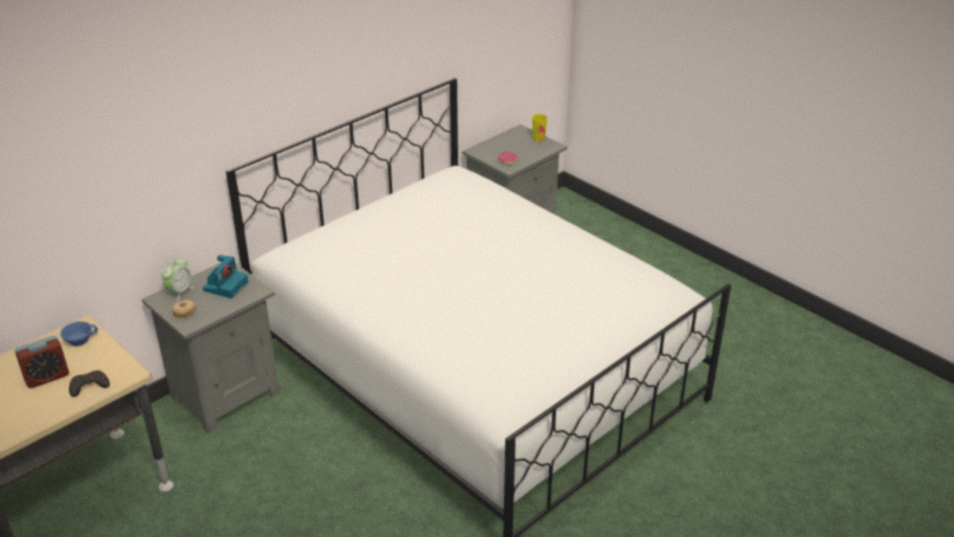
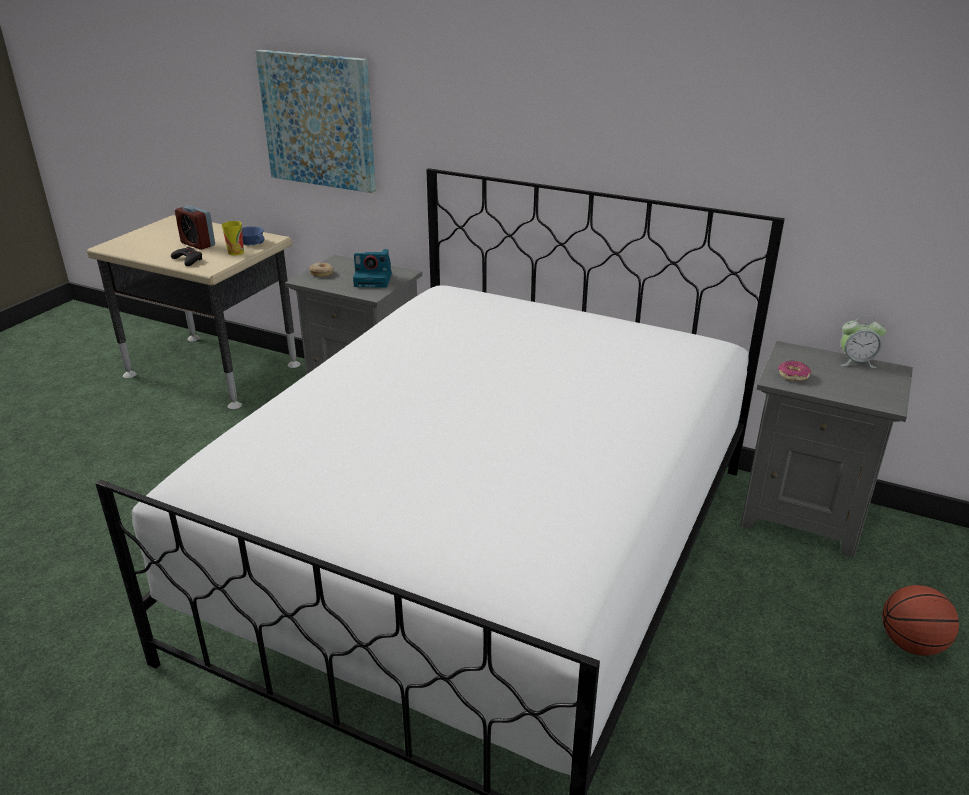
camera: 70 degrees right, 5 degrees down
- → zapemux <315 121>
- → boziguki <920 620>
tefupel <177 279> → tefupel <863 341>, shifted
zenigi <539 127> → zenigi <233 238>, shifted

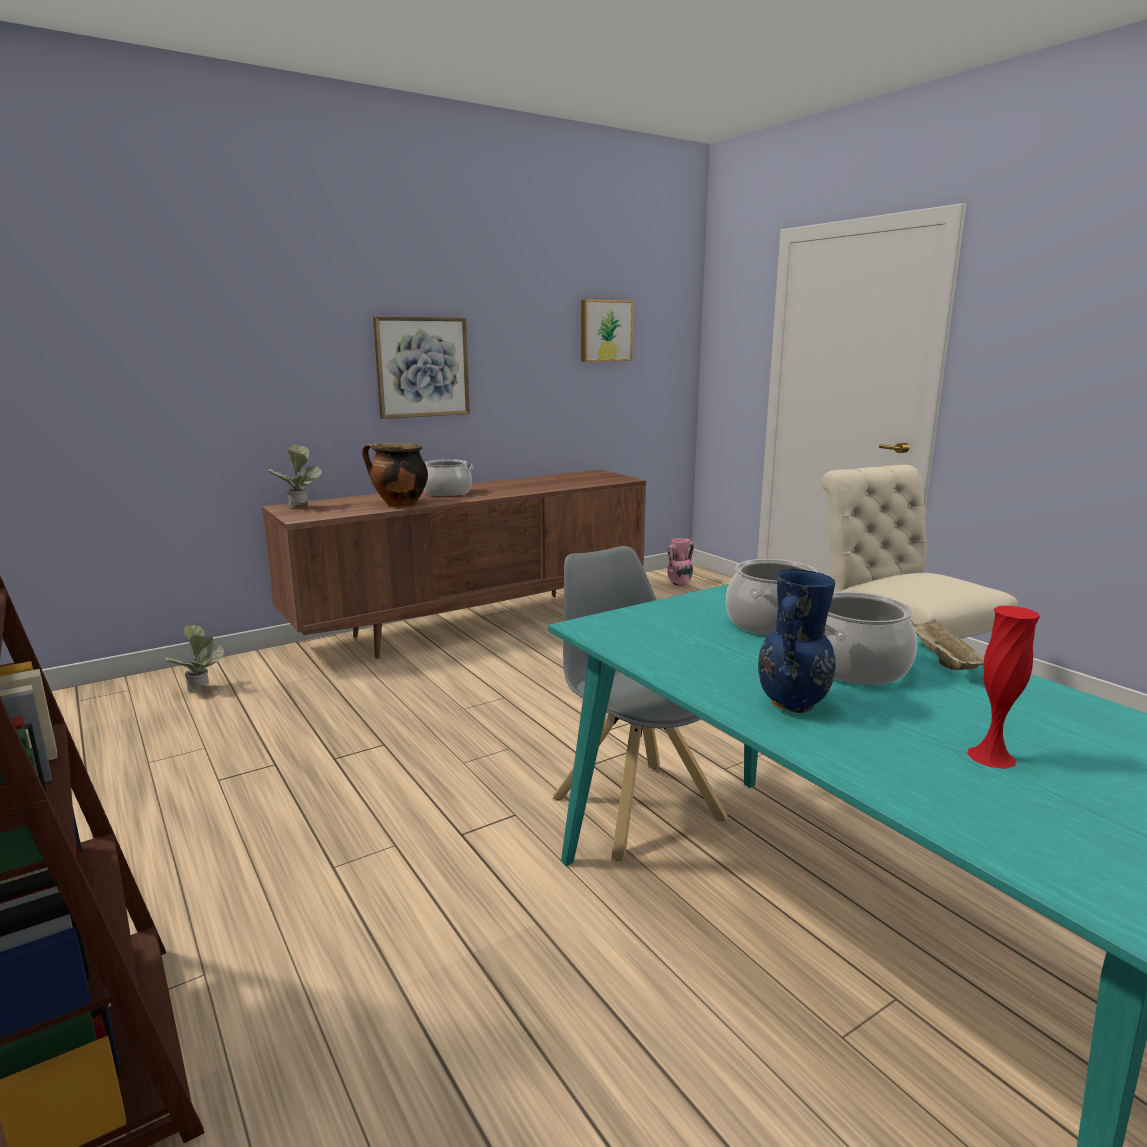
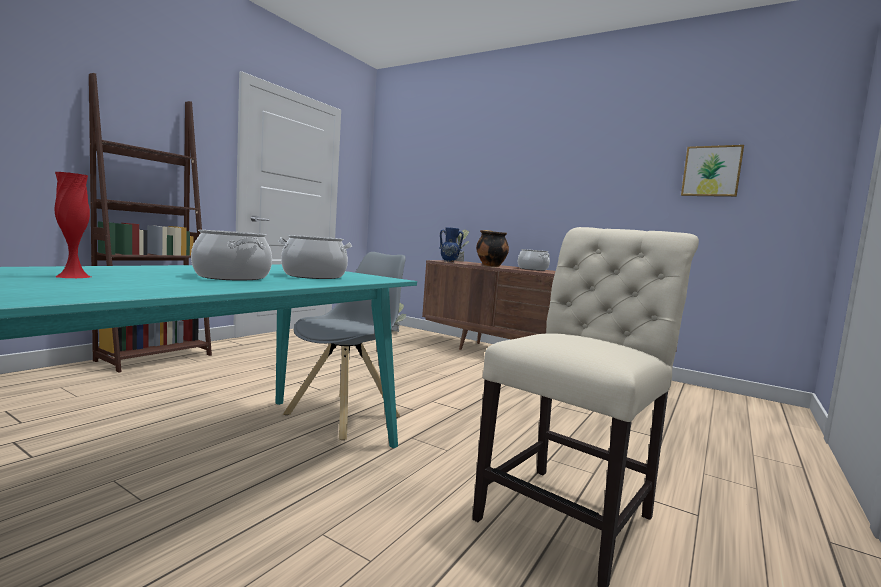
camera: 65 degrees right, 10 degrees down
zapemux <421 367> → -
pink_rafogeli <680 562> → -
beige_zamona <949 645> → -
blue_rafogeli <797 641> → blue_rafogeli <451 244>, shifted

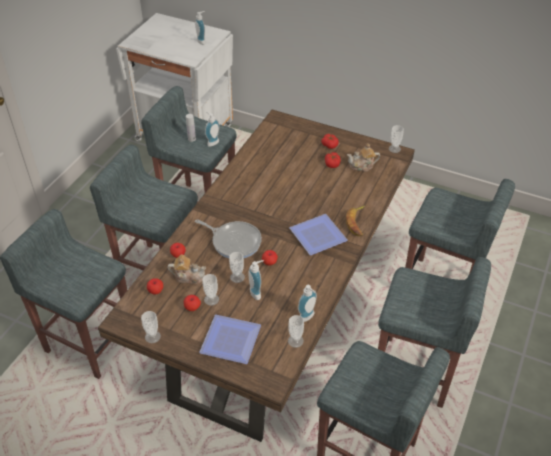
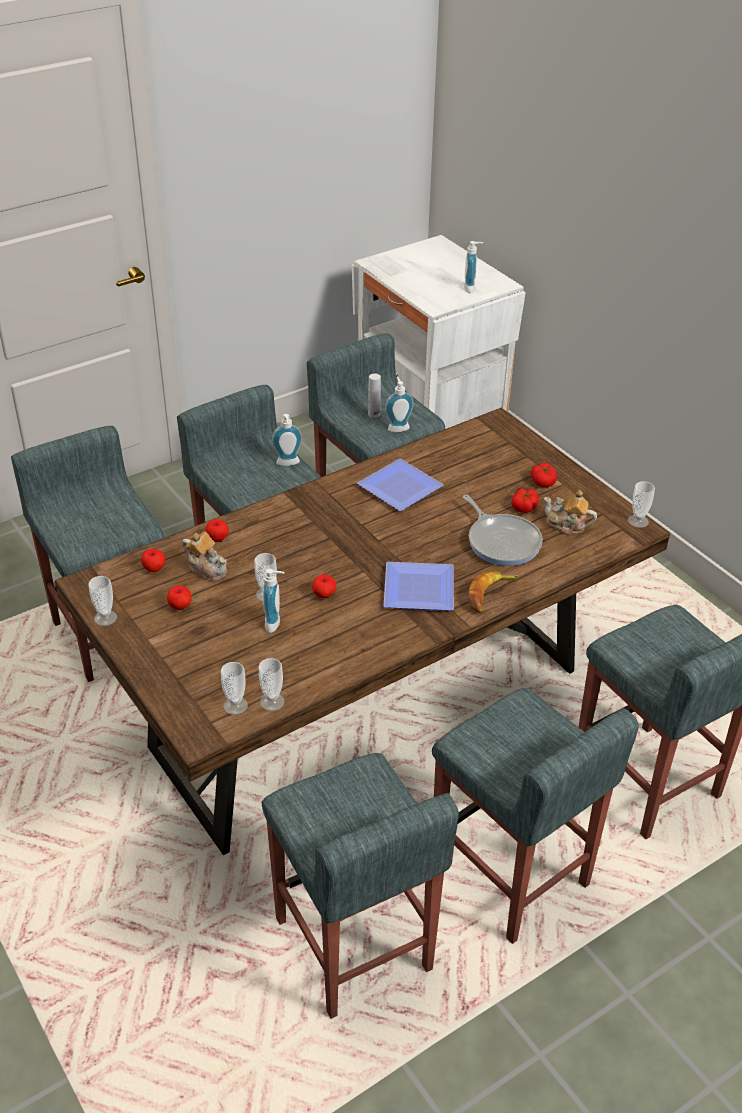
camera: 30 degrees right, 5 degrees down
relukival <228 238> → relukival <503 530>, shifted
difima <230 339> → difima <400 485>, shifted
zenigi <210 290> → zenigi <234 688>, shifted
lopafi <307 303> → lopafi <287 440>, shifted

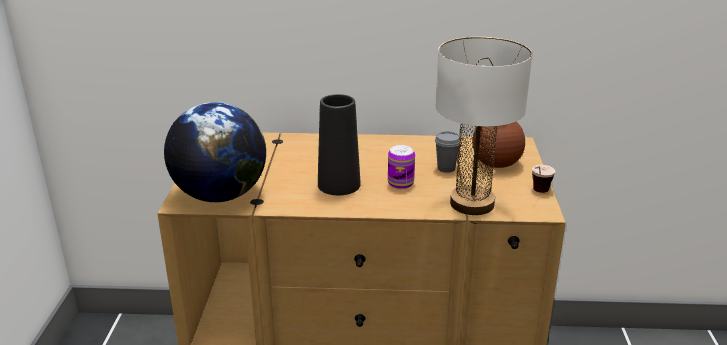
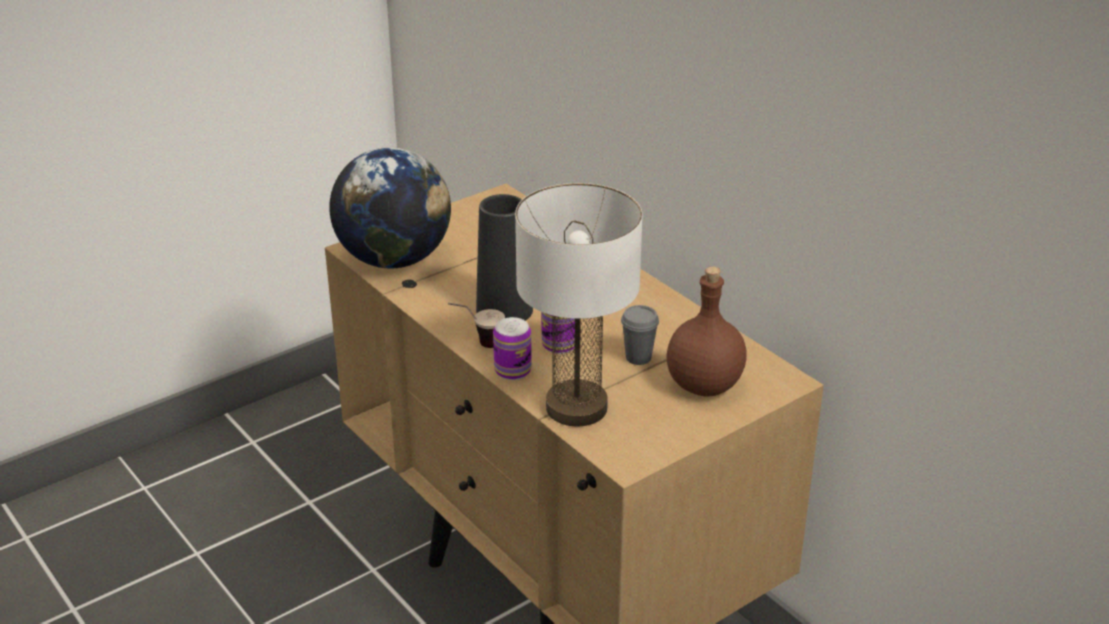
camera: 50 degrees right, 5 degrees up
- → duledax <512 348>
zenigi <543 179> → zenigi <476 325>, shifted

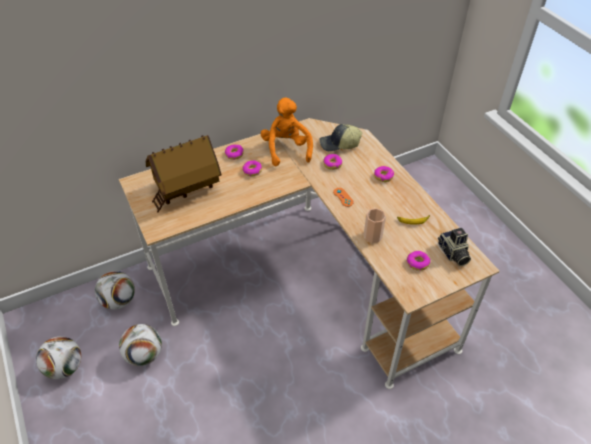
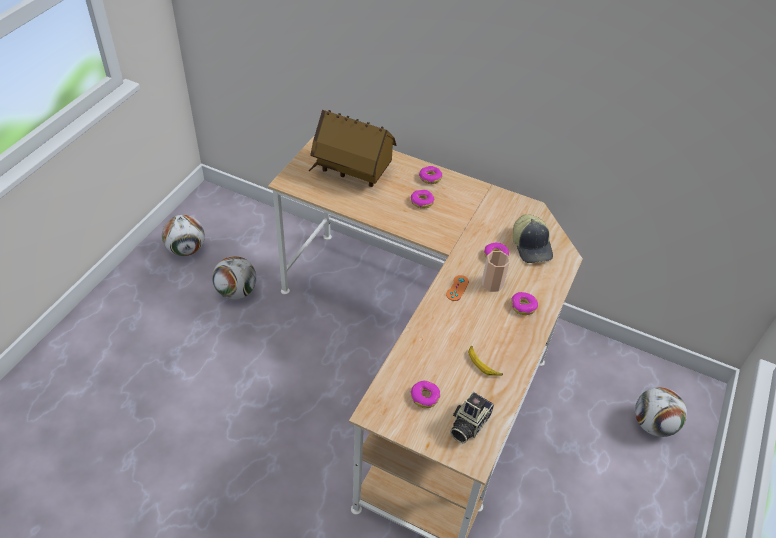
camera: 50 degrees right, 0 degrees up
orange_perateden <287 131> → -
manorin <115 290> → manorin <661 412>, shifted
zenigi <375 225> → zenigi <496 271>, shifted
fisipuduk <340 137> → fisipuduk <533 238>, 150 degrees counterclockwise

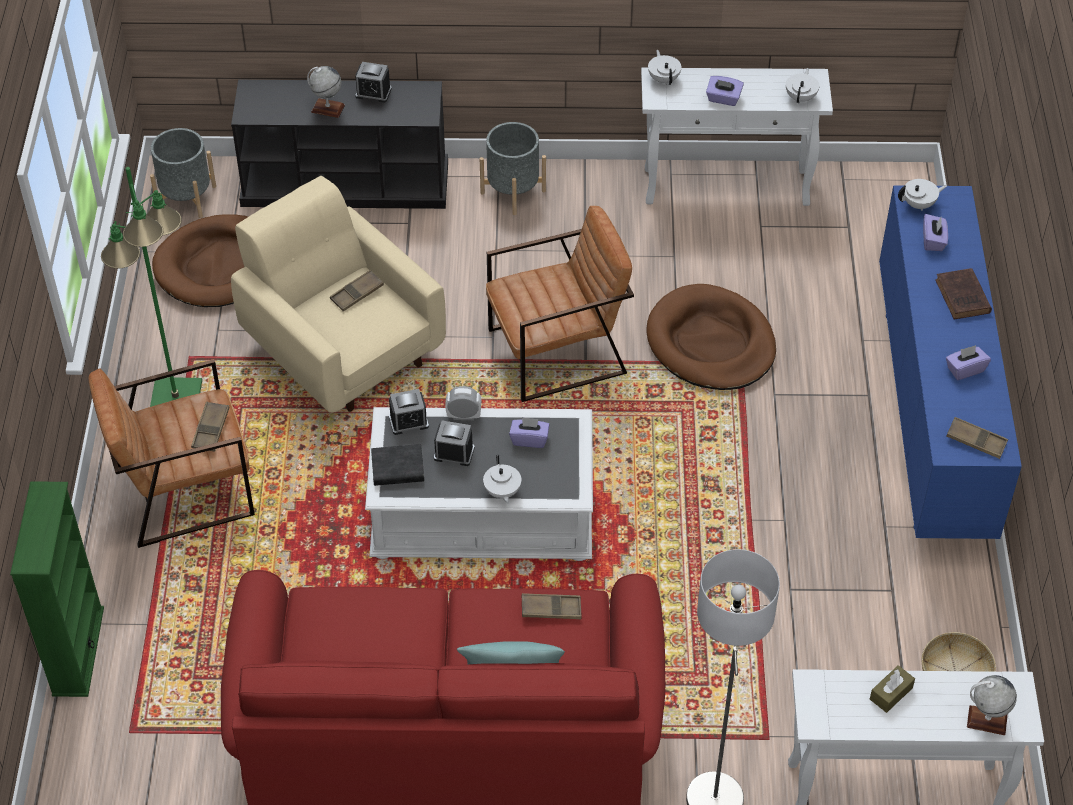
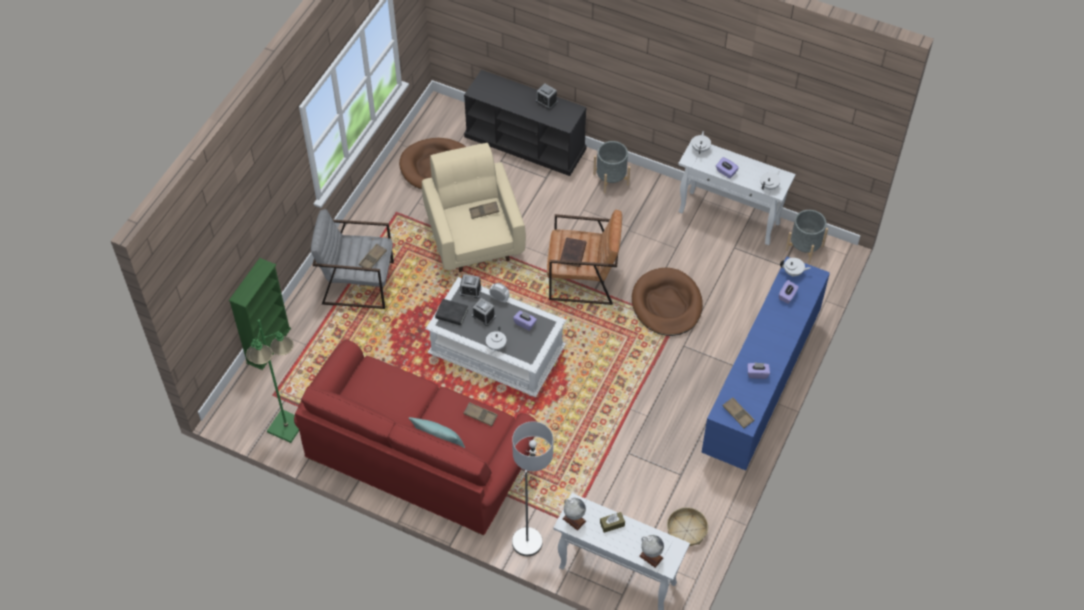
camera: 25 degrees right, 5 degrees up
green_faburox <151 287> → green_faburox <272 381>, shifted
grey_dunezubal <183 173> → grey_dunezubal <807 237>, shifted
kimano <326 92> → kimano <574 514>, shifted
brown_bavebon <963 293> → brown_bavebon <573 252>, shifted
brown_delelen <171 453> → grey_delelen <352 259>

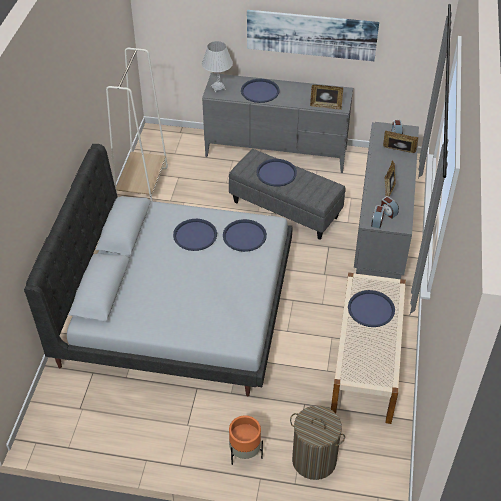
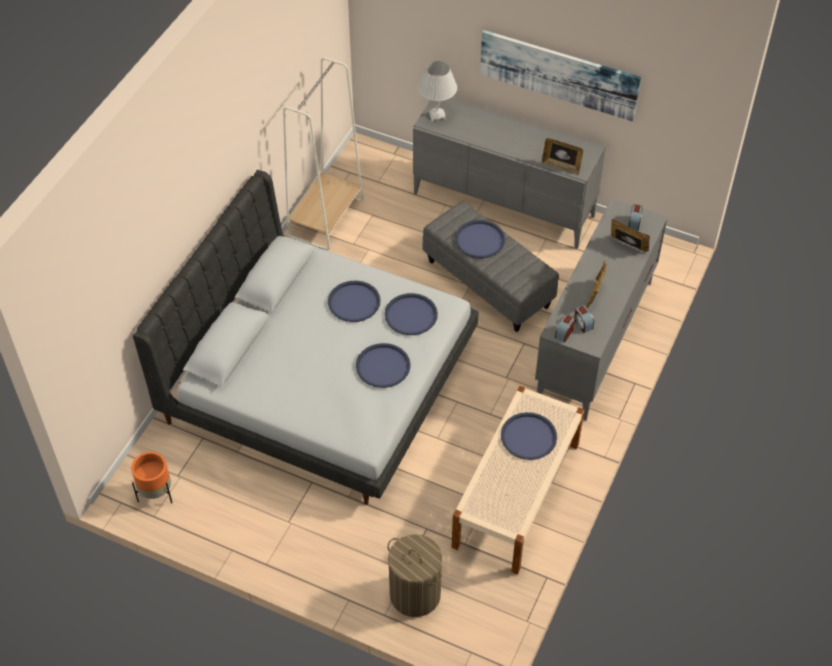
camera: 15 degrees right, 5 degrees up
orange_dunezubal <246 440> → orange_dunezubal <151 477>, shifted
blue_zamona <260 91> → blue_zamona <383 365>, shifted

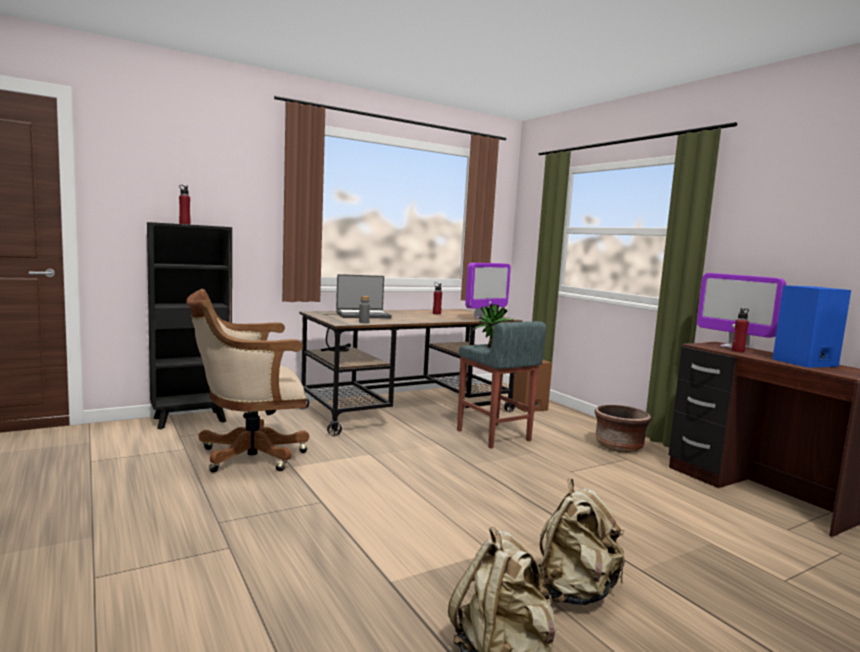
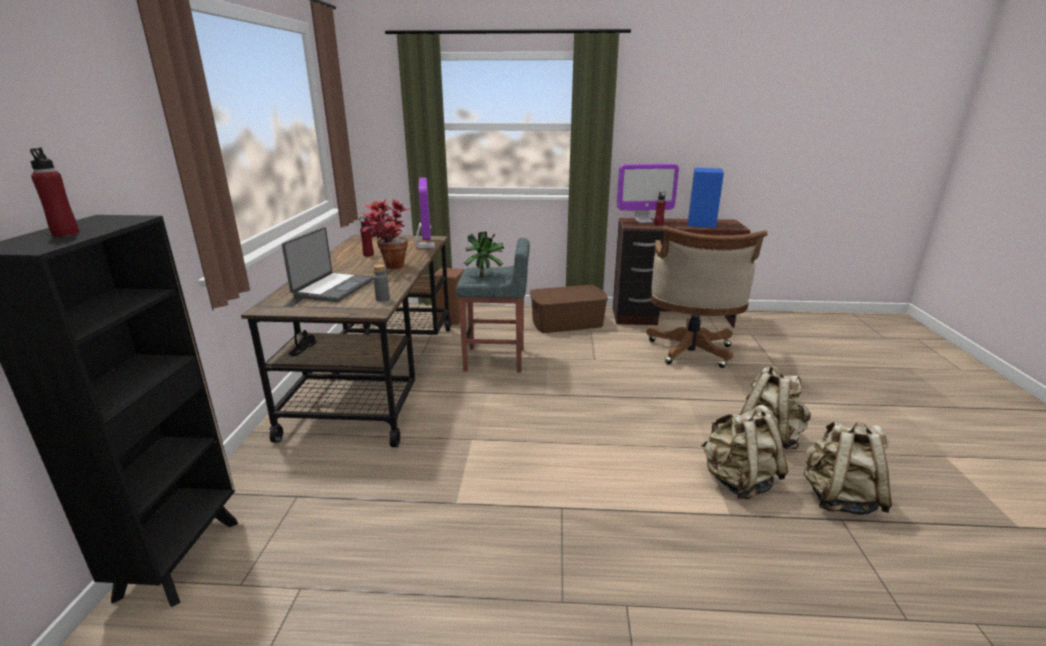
camera: 55 degrees left, 15 degrees up
- → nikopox <386 234>
- → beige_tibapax <744 452>
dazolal <247 380> → dazolal <707 297>, shifted
brown_dunezubal <623 428> → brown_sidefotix <569 309>

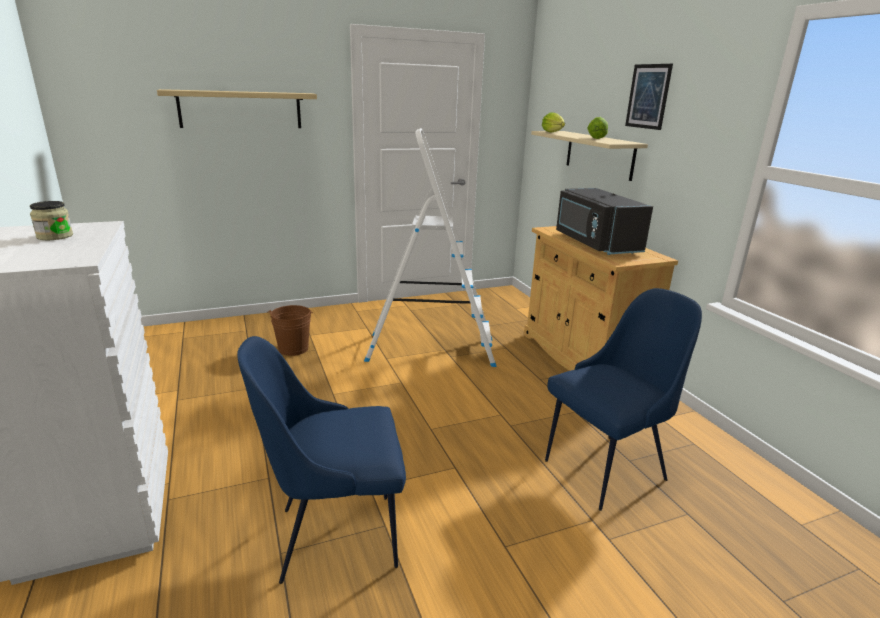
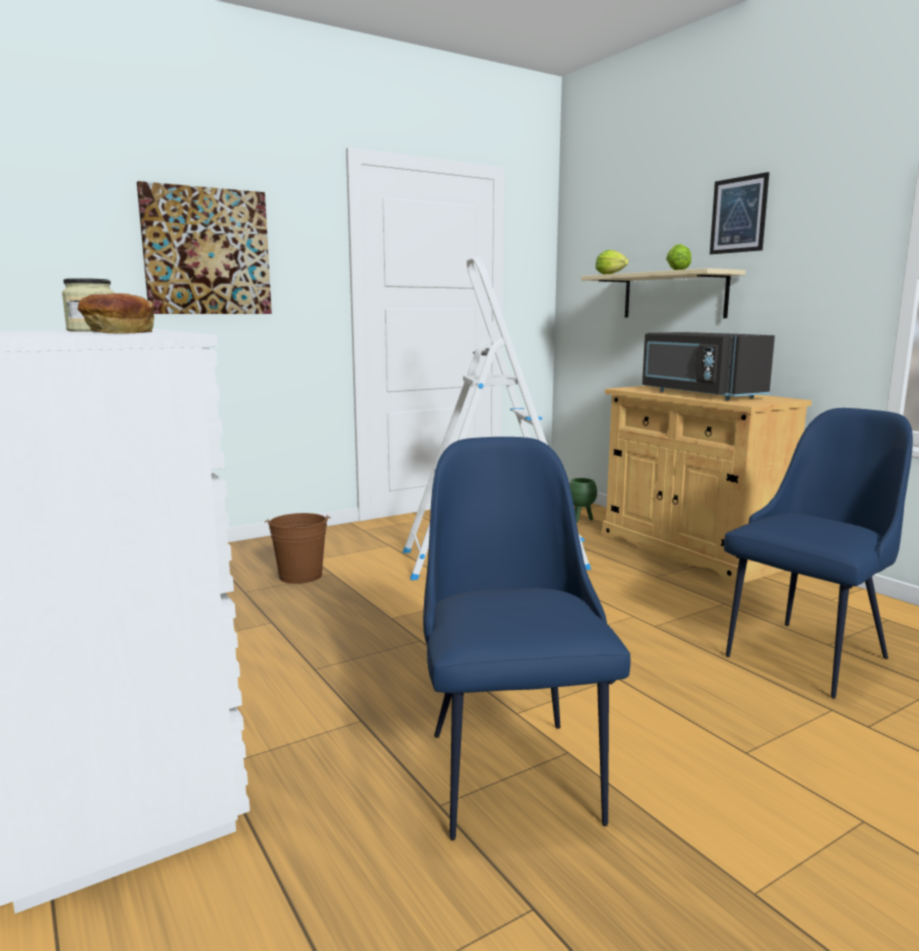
camera: 10 degrees left, 10 degrees down
- → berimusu <115 313>
- → green_dunezubal <583 500>
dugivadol <237 108> → zapemux <204 247>
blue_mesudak <321 460> → blue_mesudak <527 639>, 105 degrees clockwise

